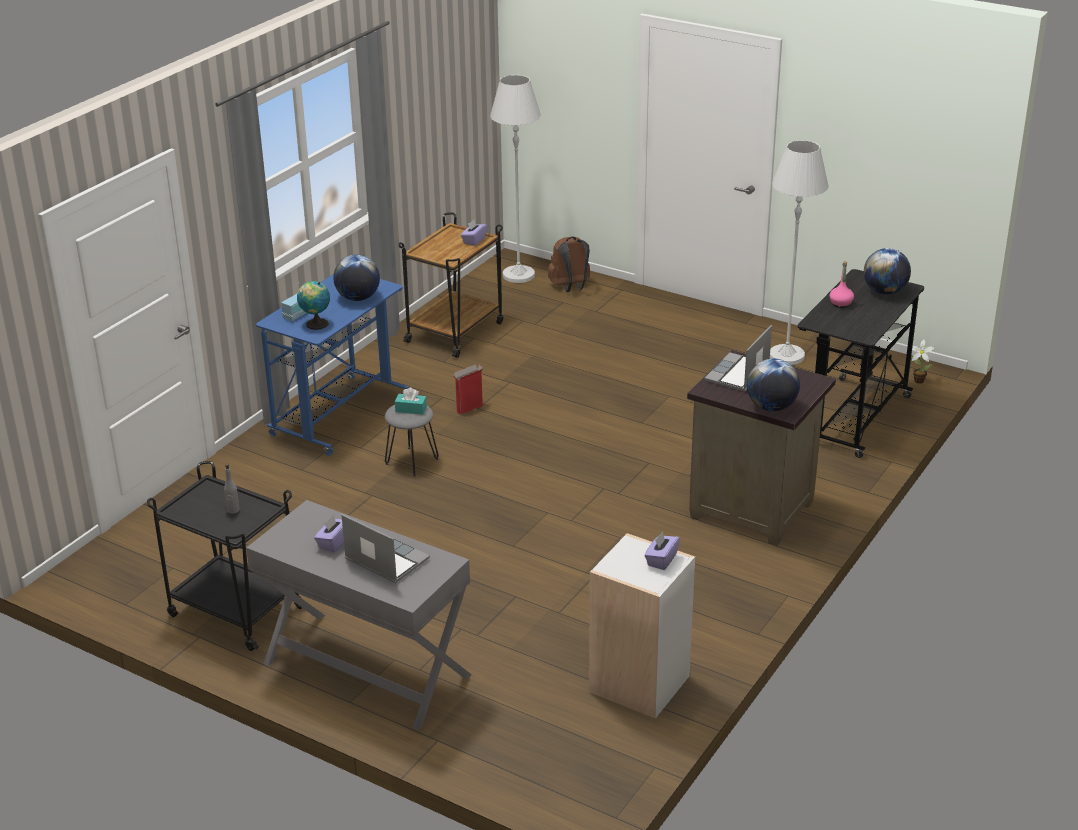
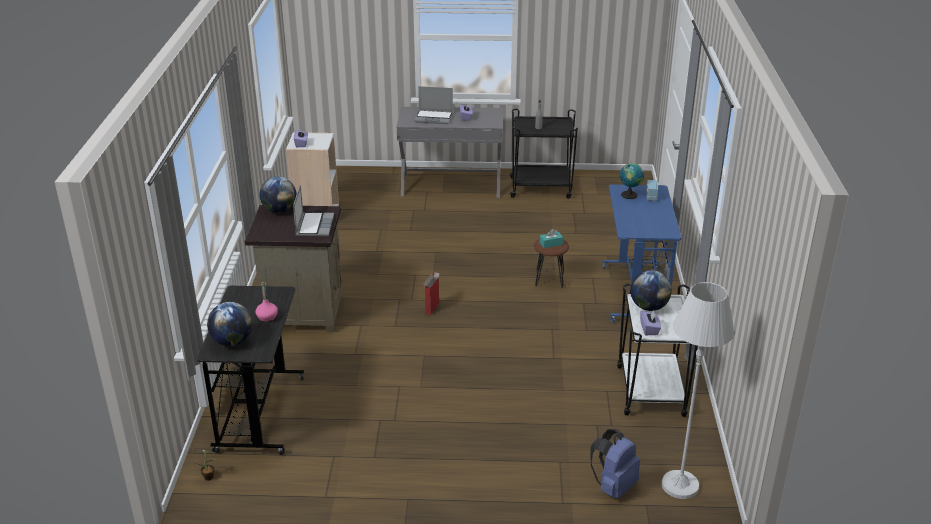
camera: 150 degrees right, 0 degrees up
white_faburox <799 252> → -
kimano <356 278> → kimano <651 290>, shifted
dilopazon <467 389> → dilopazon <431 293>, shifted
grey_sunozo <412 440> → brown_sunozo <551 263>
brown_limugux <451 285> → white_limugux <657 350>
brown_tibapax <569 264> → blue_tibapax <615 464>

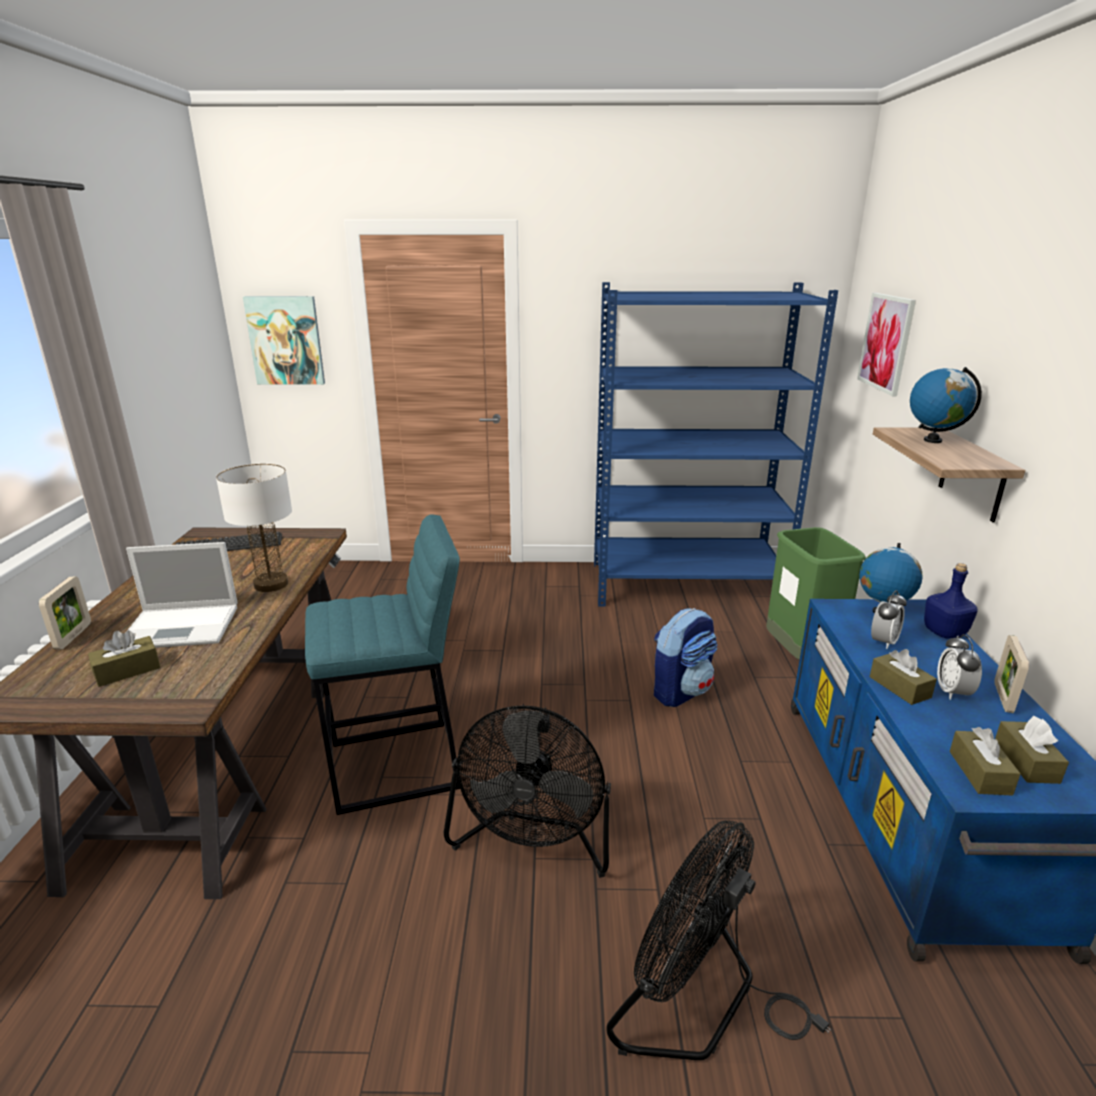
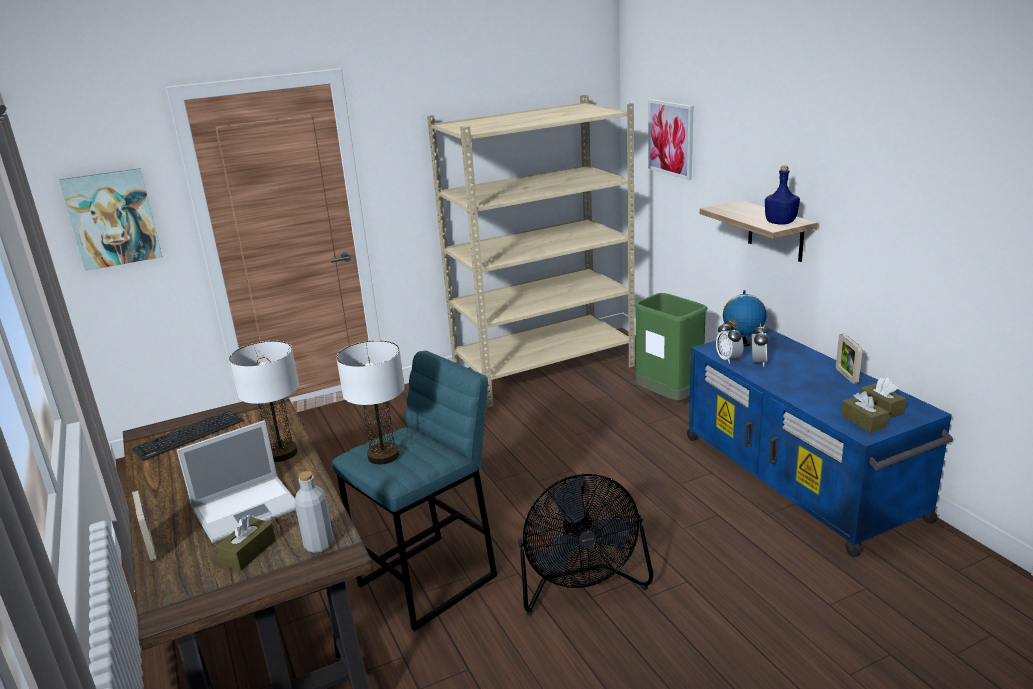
camera: 25 degrees left, 0 degrees up
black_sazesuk <718 940> → -
tibapax <686 657> → -
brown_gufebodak <903 677> → -
kimano <946 405> → -
- → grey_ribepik <314 512>
- → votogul <370 402>
blue_ribepik <951 600> → blue_ribepik <782 195>, shifted
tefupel <959 667> → tefupel <730 342>, shifted
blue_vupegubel <716 444> → beige_vupegubel <531 251>

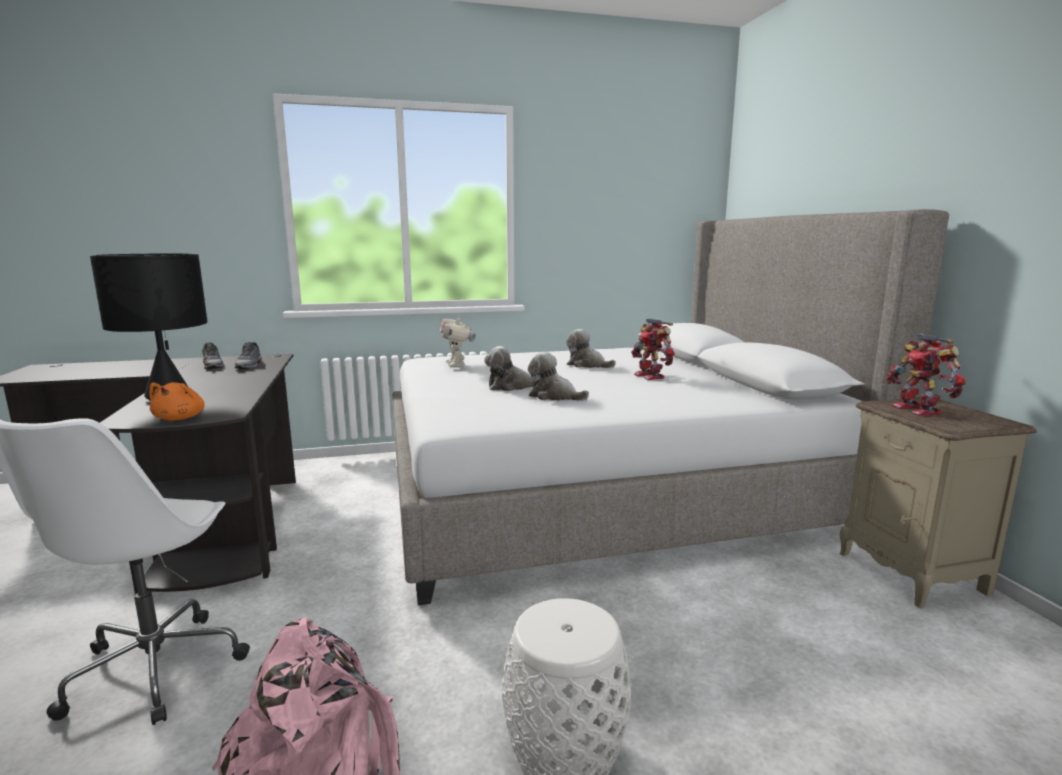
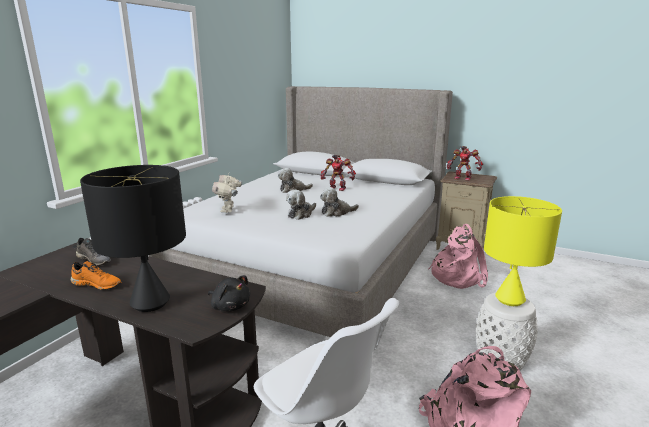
camera: 50 degrees left, 5 degrees up
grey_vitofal <213 355> → -
- → orange_vitofal <95 275>
- → pink_tibapax <458 256>
- → yellow_votogul <523 251>
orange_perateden <177 401> → black_perateden <229 293>
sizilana <458 340> → sizilana <227 193>, 60 degrees clockwise

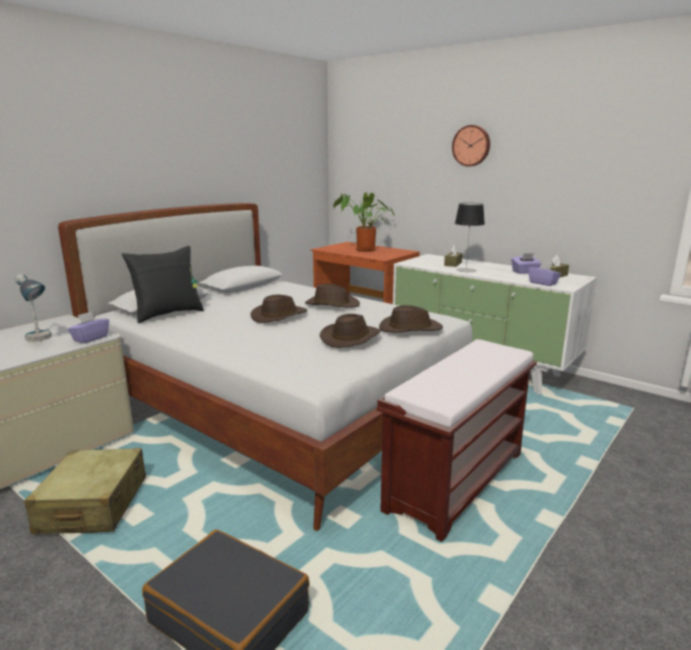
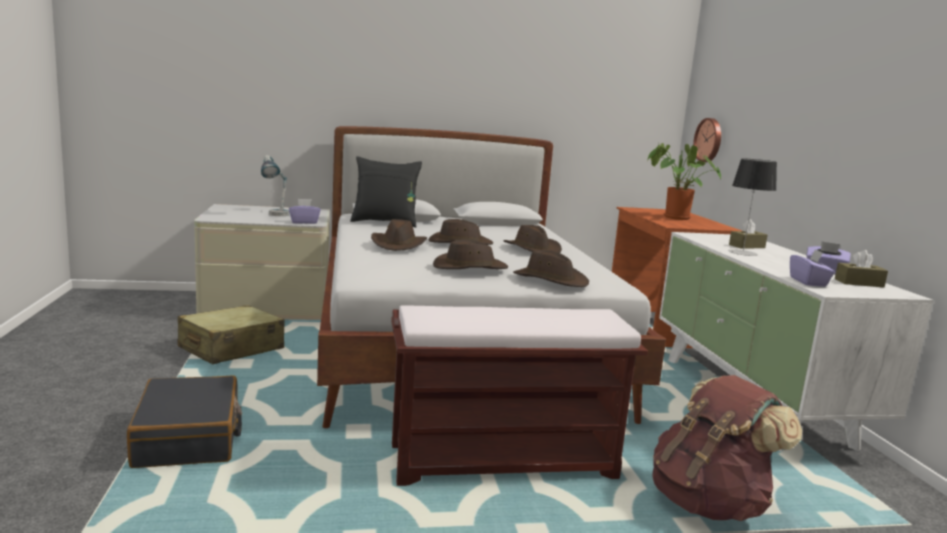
camera: 40 degrees right, 5 degrees down
- → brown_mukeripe <399 235>
- → brown_tibapax <727 448>
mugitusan <471 146> → mugitusan <707 140>, shifted

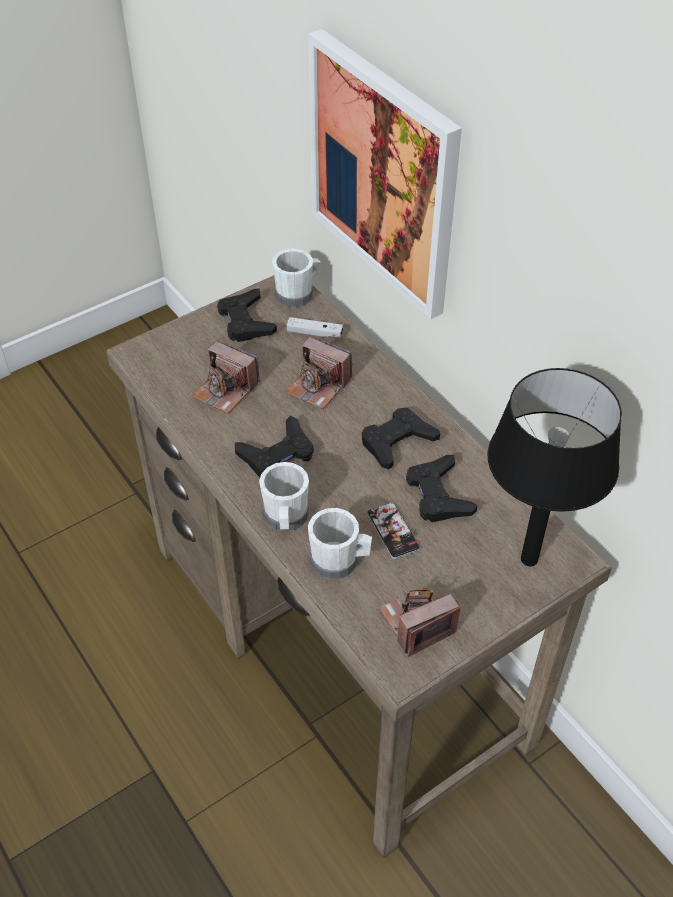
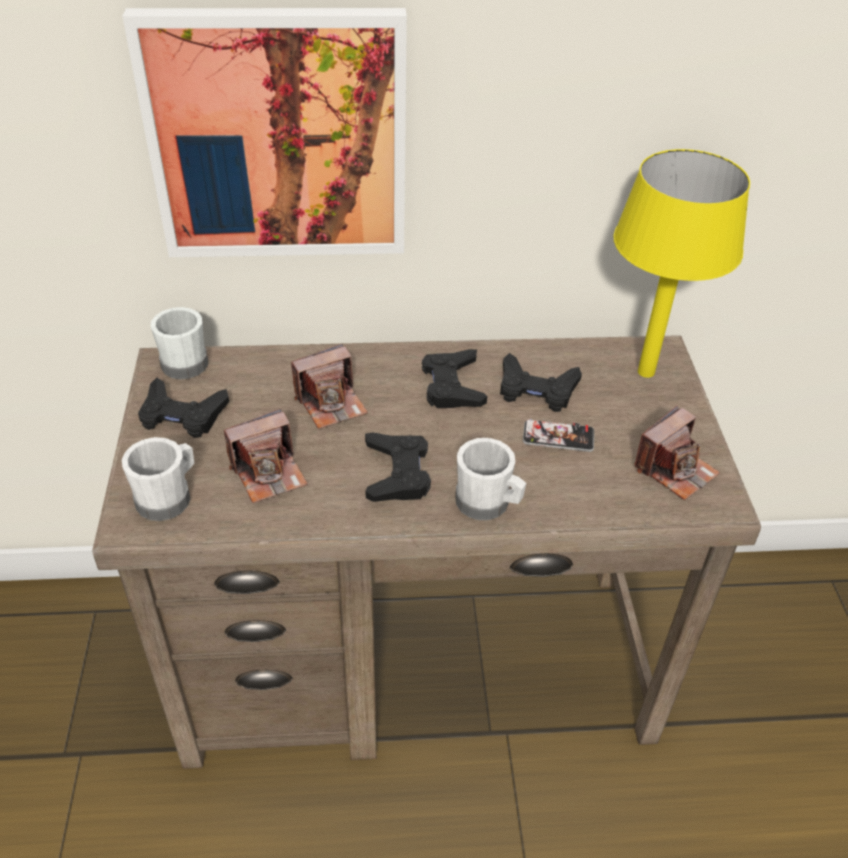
camera: 60 degrees left, 5 degrees down
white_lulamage <314 327> → -
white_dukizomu <340 544> → white_dukizomu <158 479>, shifted
black_votogul <555 467> → yellow_votogul <681 263>
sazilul <420 622> → sazilul <677 452>, 135 degrees counterclockwise

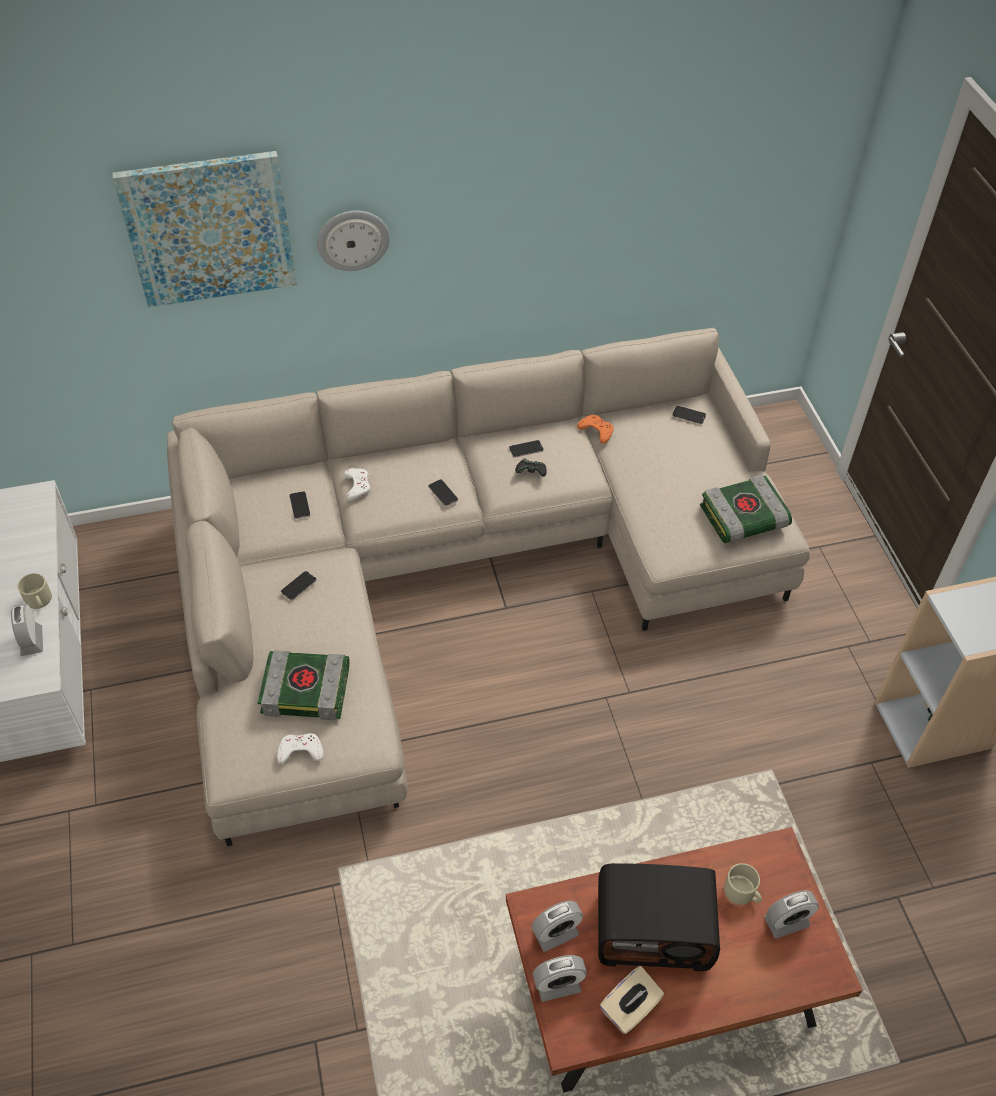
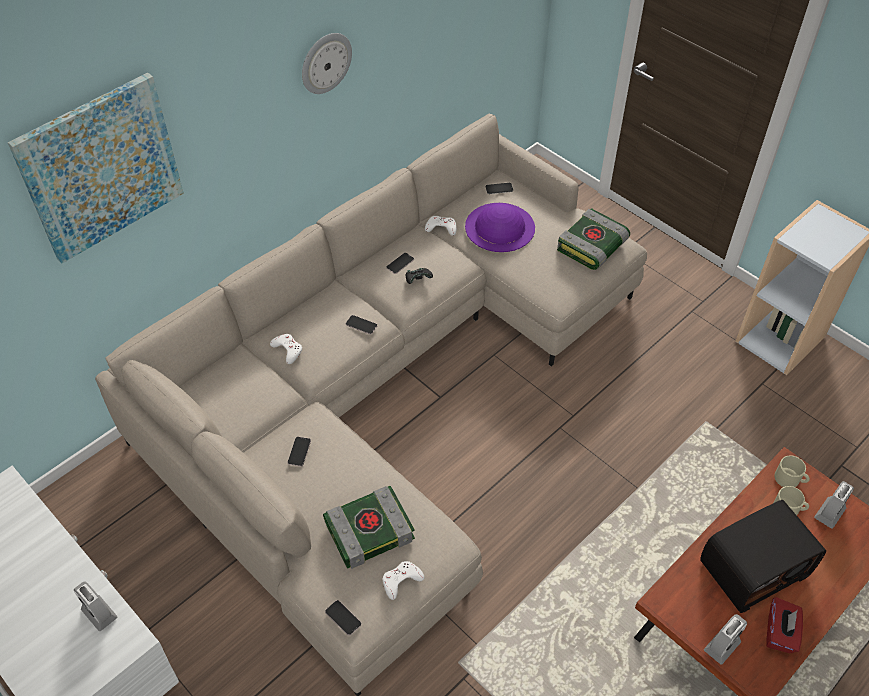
camera: 30 degrees left, 0 degrees up
tefupel <557 926> → -
- → purple_mukeripe <500 227>
beige_dukizomu <35 591> → beige_dukizomu <792 471>, shifted
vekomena <300 505> → vekomena <343 618>, shifted
mugitusan <353 241> → mugitusan <327 63>, shifted
orange_lulamage <595 429> → white_lulamage <441 226>
beige_gufebodak <632 1000> → red_gufebodak <785 625>

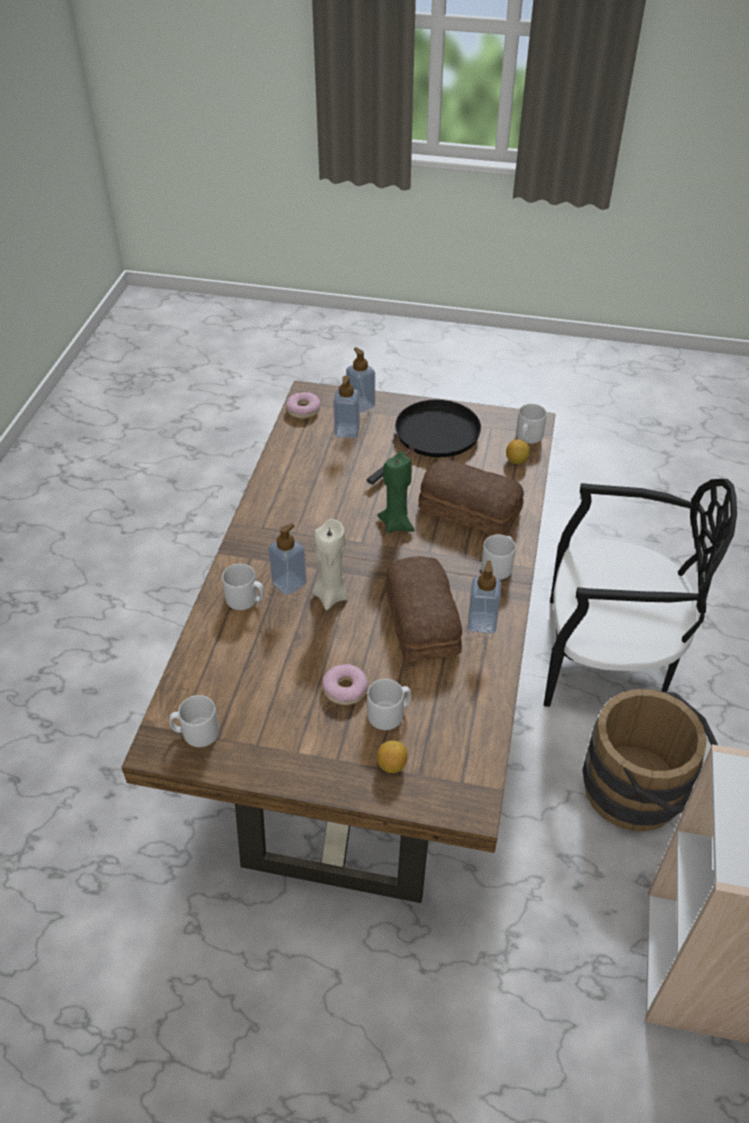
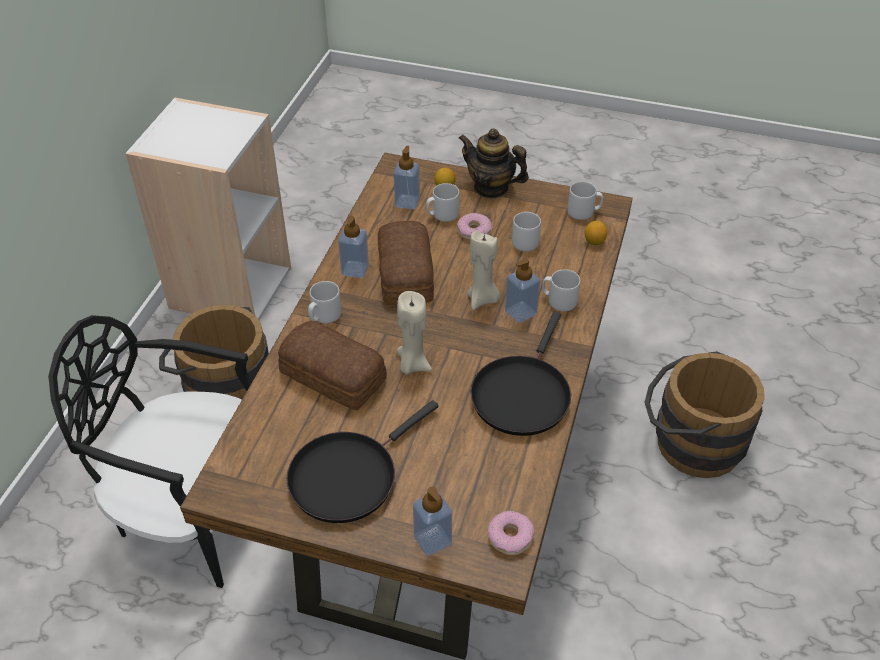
camera: 175 degrees left, 0 degrees up
- → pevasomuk <494 163>
- → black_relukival <521 373>
- → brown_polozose <704 414>
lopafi <346 407> → lopafi <406 178>, shifted
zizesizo <518 451> → zizesizo <595 233>, shifted
grey_dukizomu <531 424> → grey_dukizomu <526 231>, shifted
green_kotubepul <395 492> → beige_kotubepul <414 333>

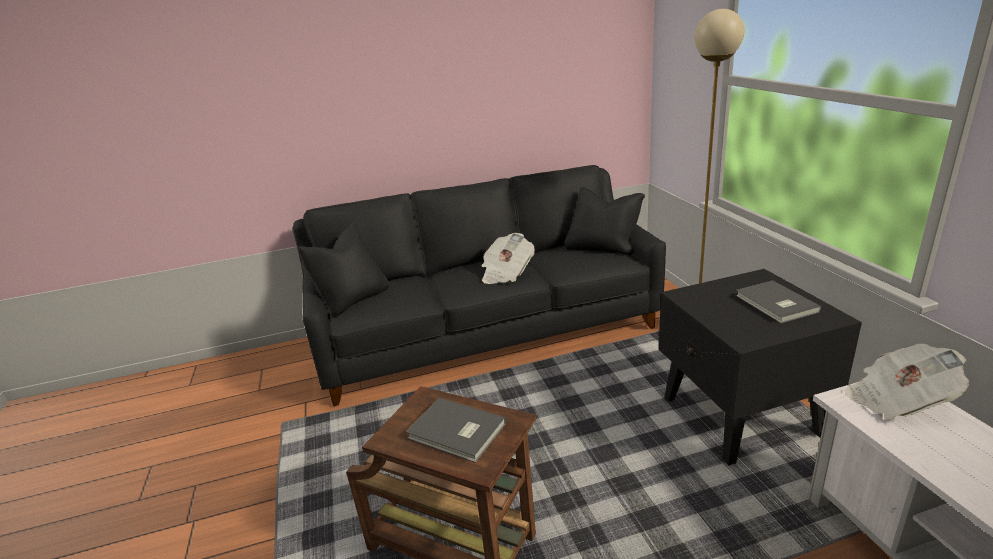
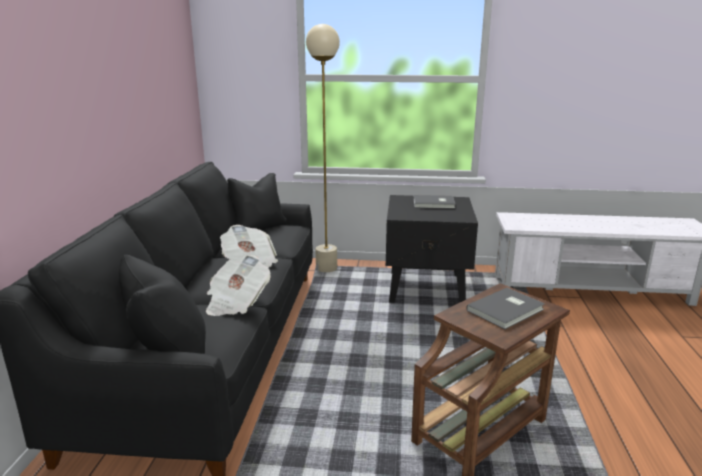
camera: 70 degrees left, 5 degrees down
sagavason <907 382> → sagavason <238 285>, shifted

